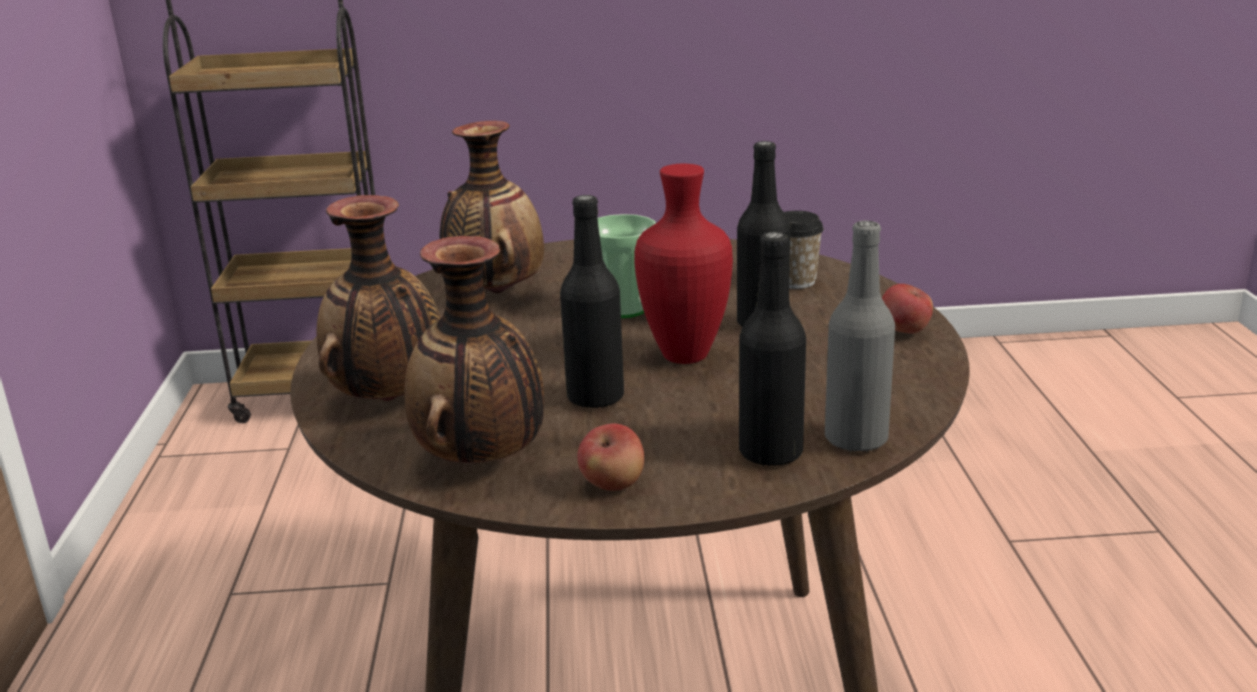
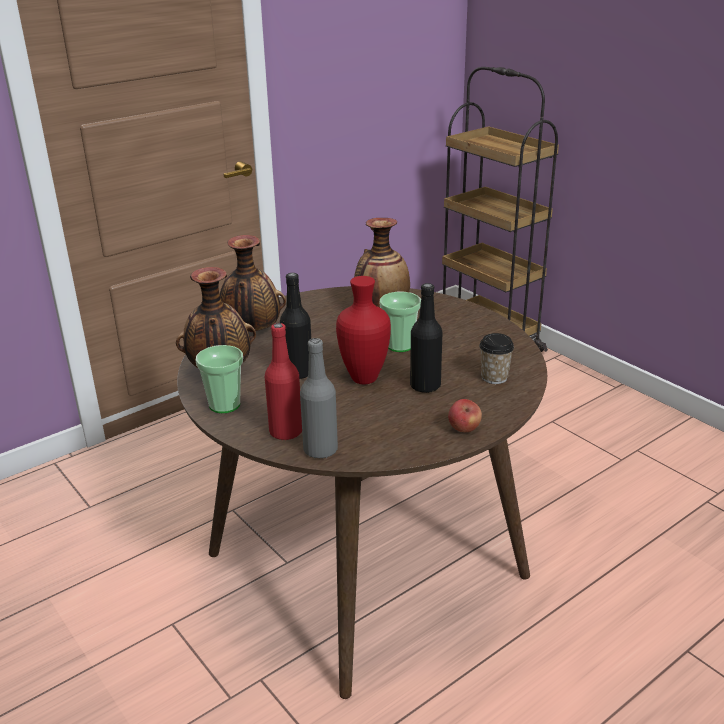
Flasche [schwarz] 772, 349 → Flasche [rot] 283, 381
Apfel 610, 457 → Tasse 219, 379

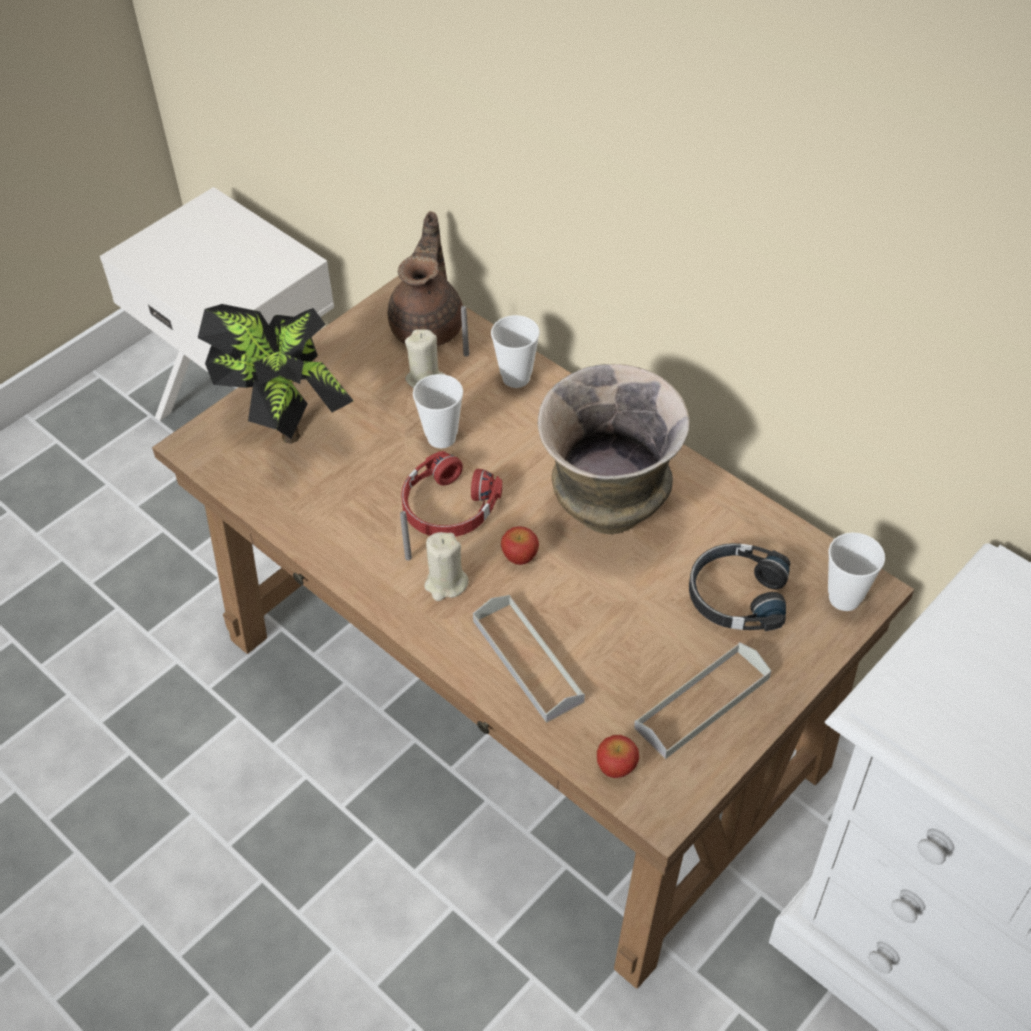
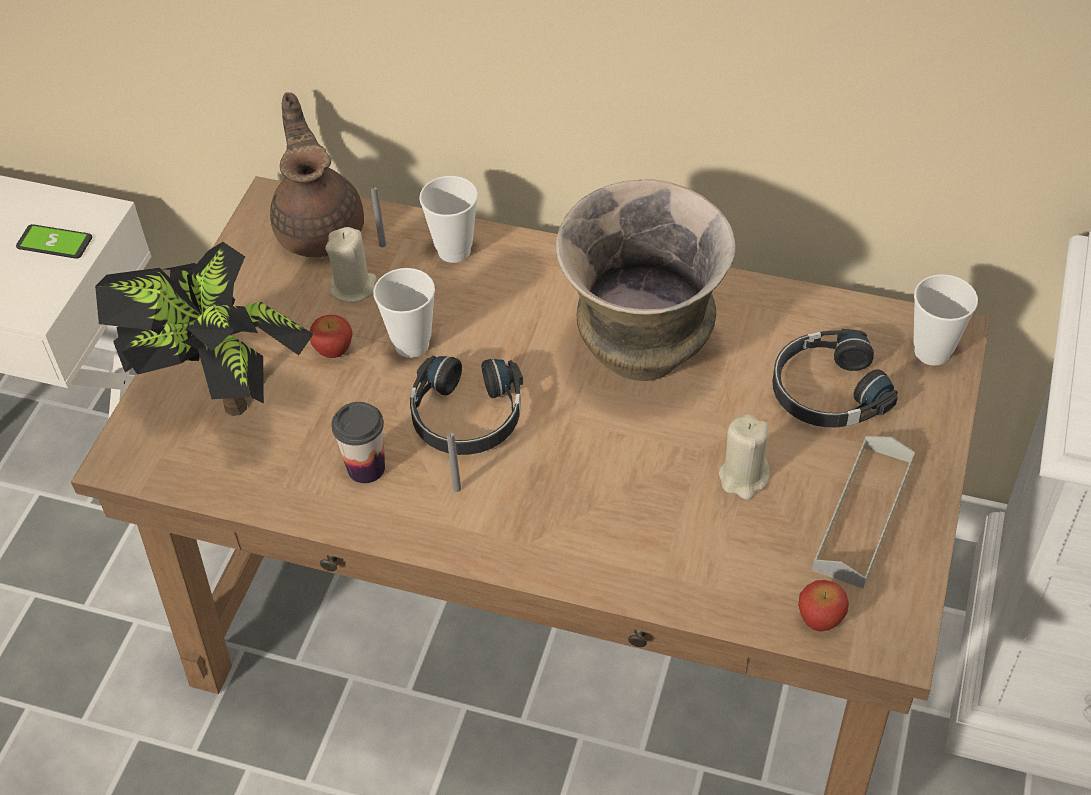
Kopfhörer [rot] 451, 494 → Kopfhörer [schwarz] 466, 405
Apfel 520, 545 → Apfel 331, 336, moved
Kerze [beige] 446, 566 → Kerze [beige] 744, 457, moved
Tablett [grau] 529, 659 → -
- → Handy 54, 241
- → Tasse 358, 442

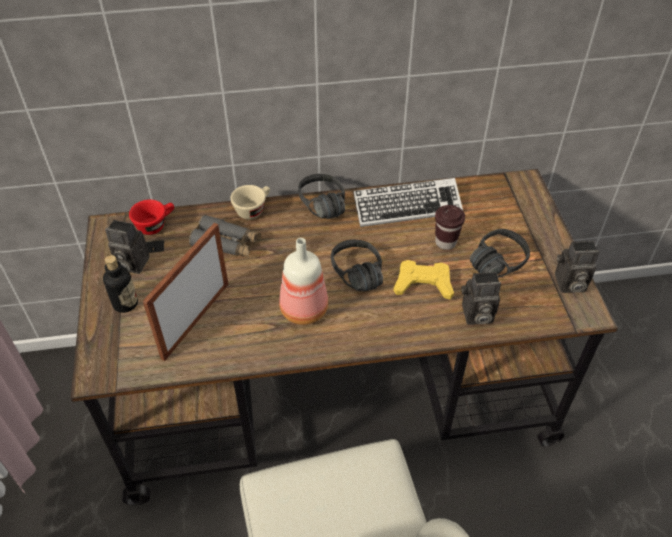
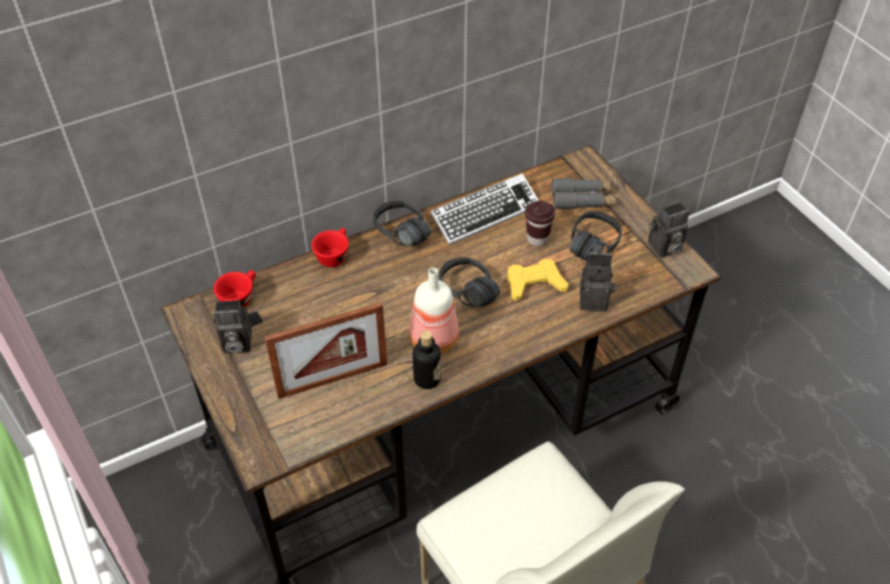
Tasse [beige] 250, 202 → Tasse [rot] 330, 247
Fernglas [grau] 225, 236 → Fernglas [grau] 584, 194, moved
Bilderrahmen 185, 292 → Bilderrahmen 326, 350, 120 degrees counterclockwise
Flasche 120, 284 → Flasche 427, 360, moved
Kamera 481, 298 → Kamera 598, 282, 150 degrees counterclockwise

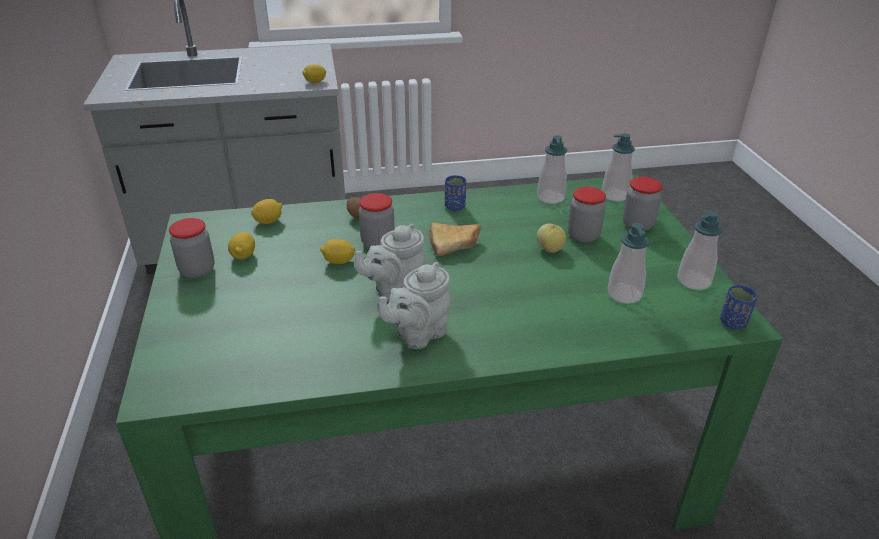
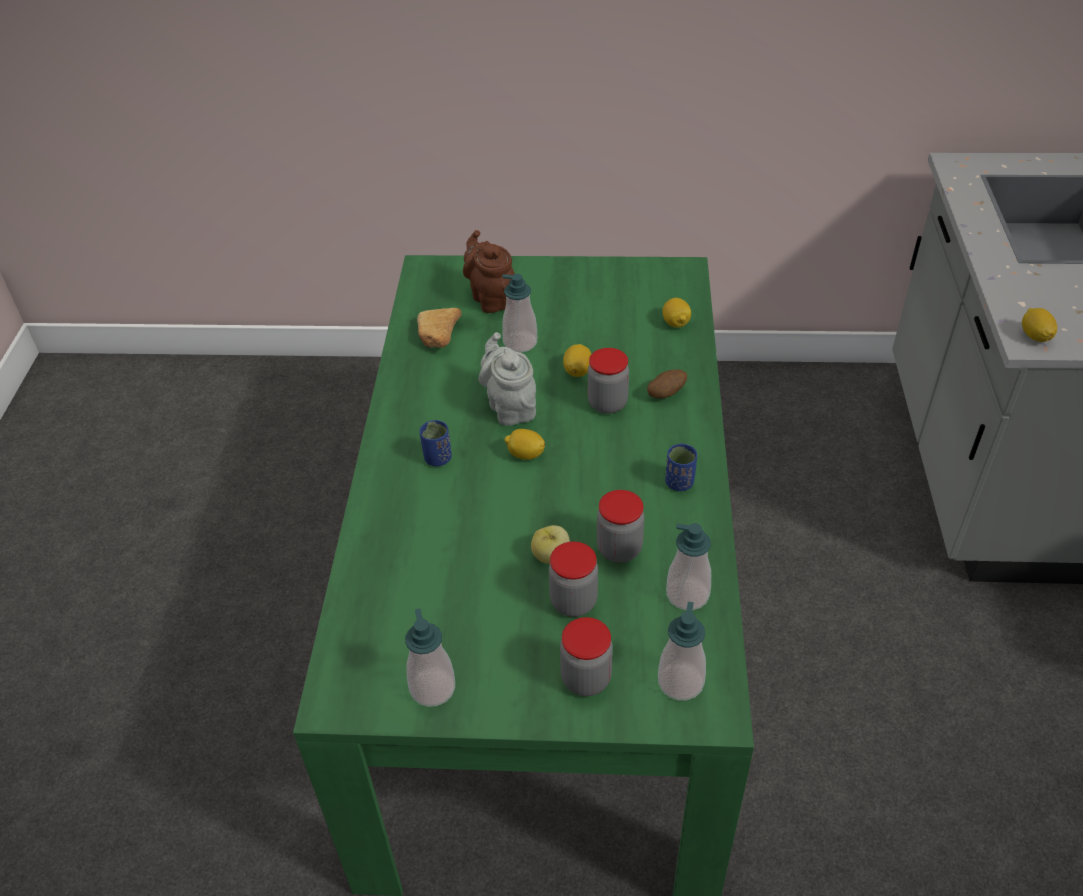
Vorratsglas 192, 248 → Vorratsglas 621, 526, moved
Brot 455, 239 → Brot 439, 328, moved
Seifenspender 628, 263 → Seifenspender 519, 313, moved
Zitrone 241, 245 → Zitrone 524, 444, moved
Teekanne [grau] 415, 305 → -
Tasse [blau] 738, 307 → Tasse [blau] 435, 443, moved
- → Teekanne [braun] 488, 271

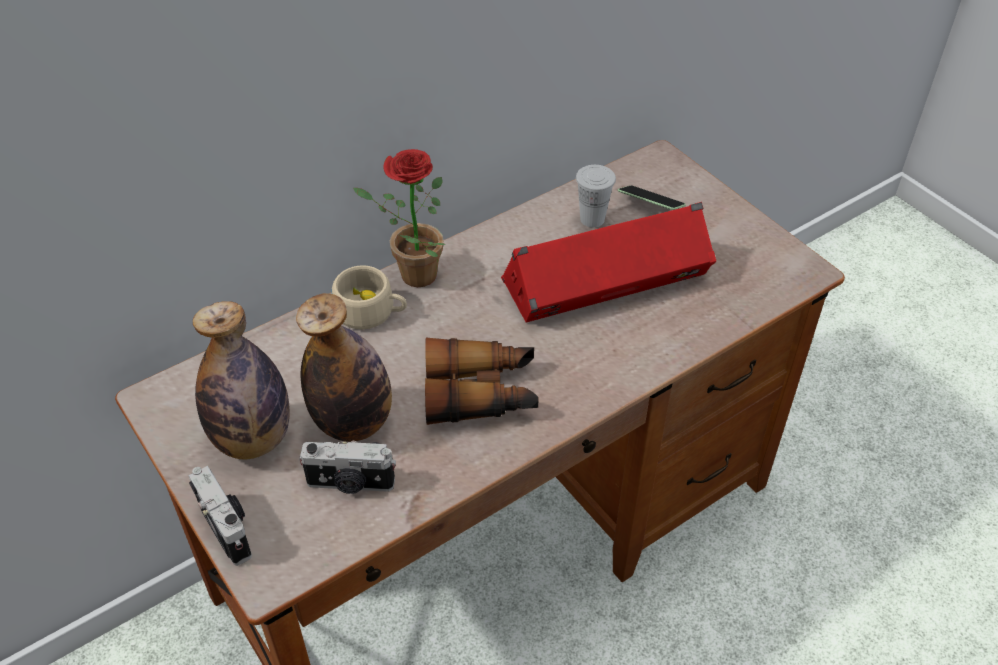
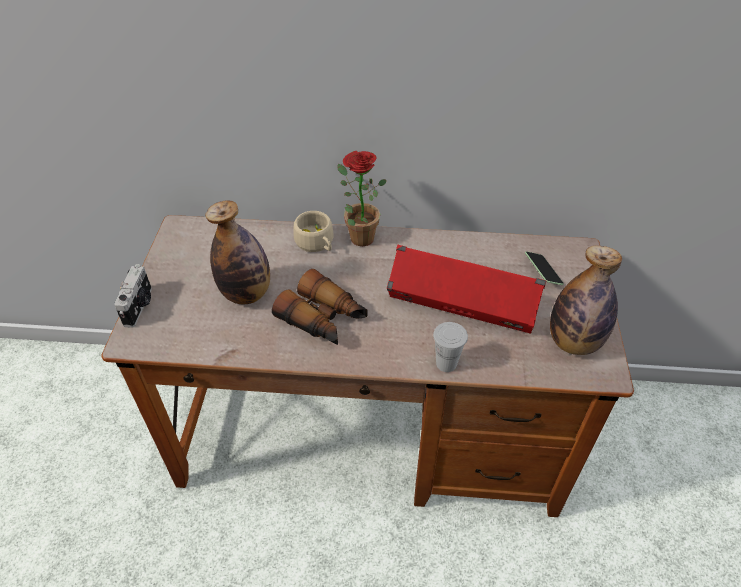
Tasse [weiß] 596, 196 → Tasse [weiß] 450, 347, moved
Flasche 241, 380 → Flasche 586, 300, moved
Kamera 347, 467 → -

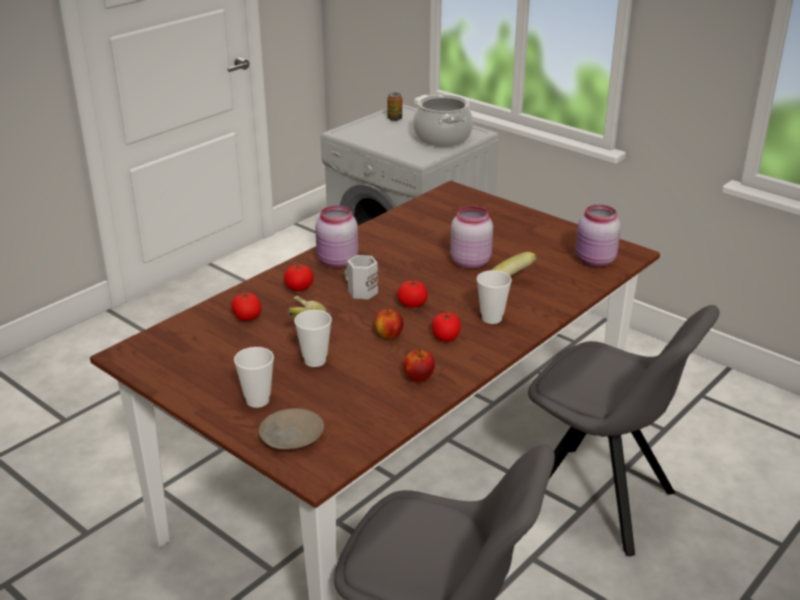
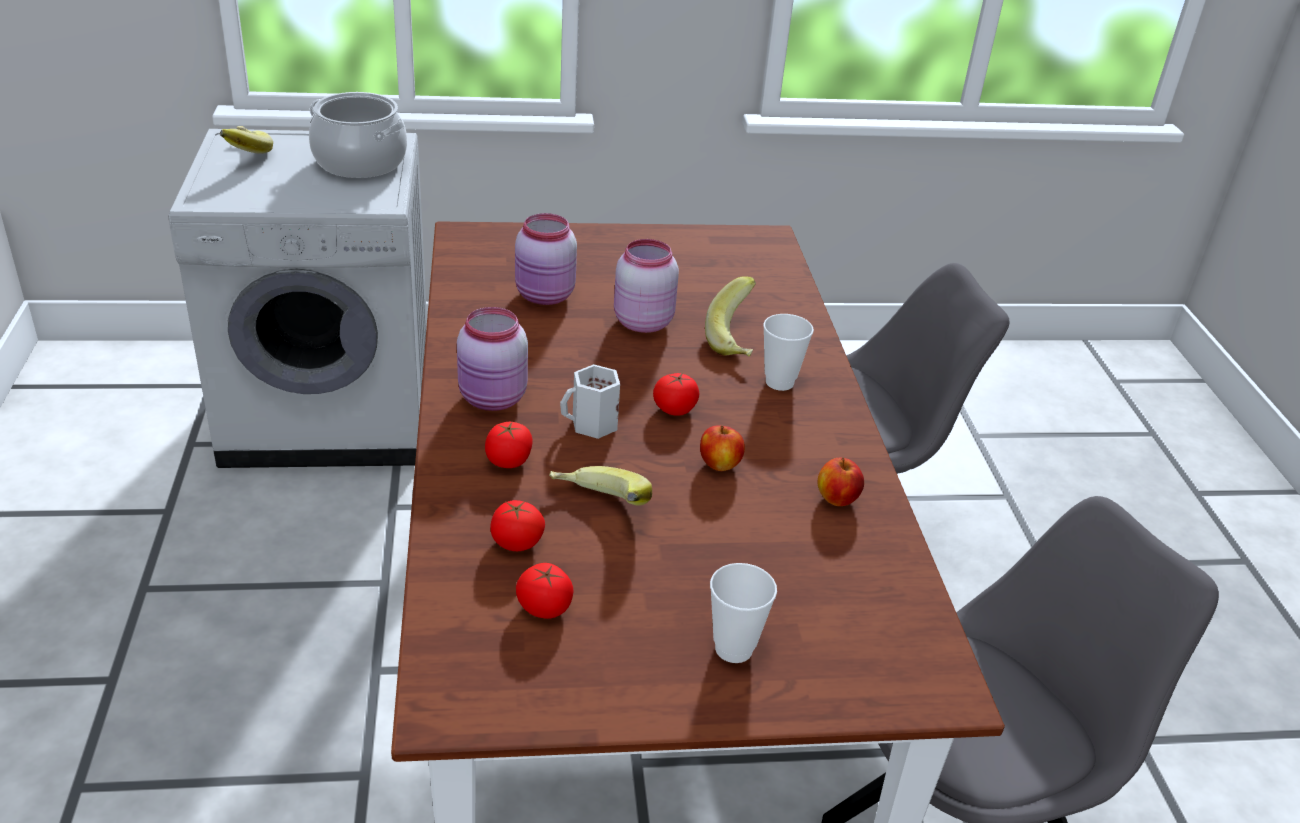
Dose 394, 107 → Banane 246, 140
Vorratsglas [rosa] 598, 236 → Vorratsglas [rosa] 546, 259, moved
Tasse 313, 338 → -
Tomate 446, 327 → Tomate 544, 591, moved
Teller [beige] 291, 429 → -

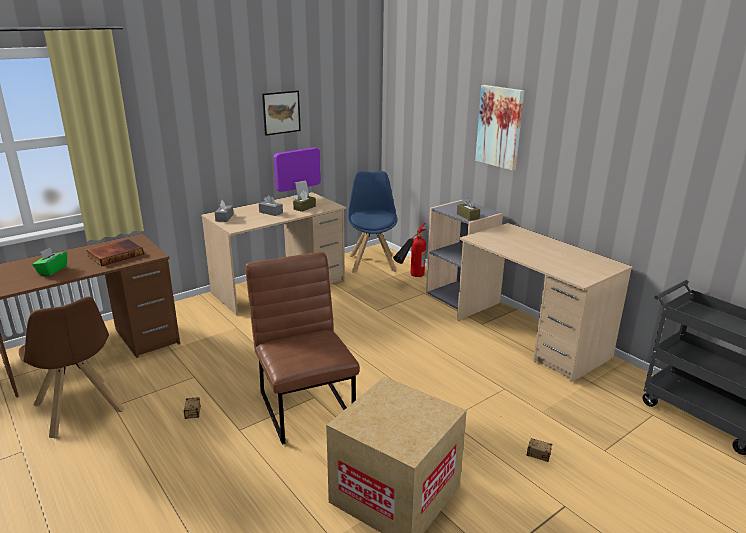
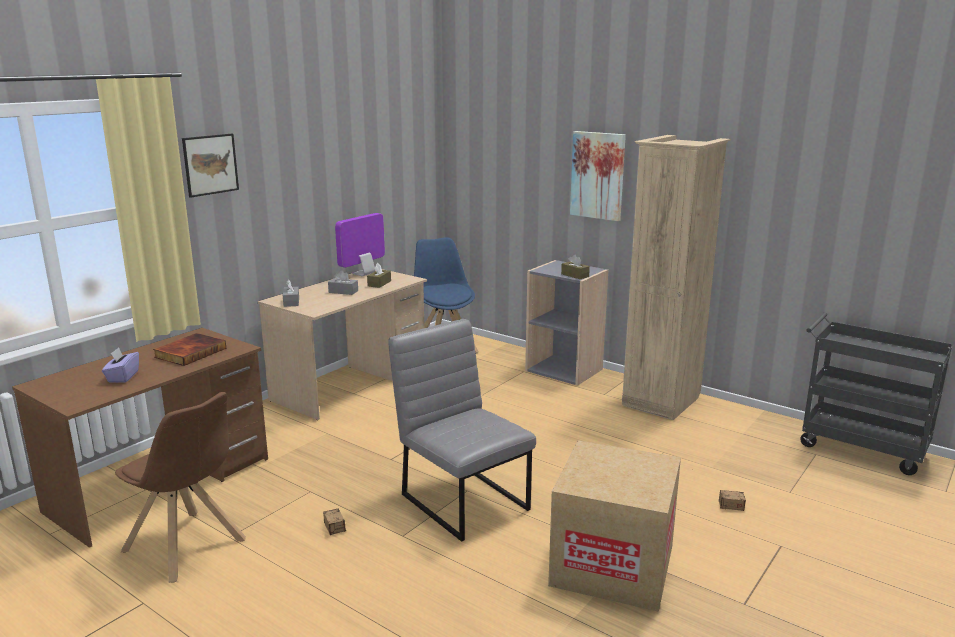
Bild 281, 113 → Bild 210, 166, moved
Feuerlöscher 409, 249 → -
Schreibtisch [beige] 545, 302 → Schrank [beige] 676, 277
Taschentuchbox [grün] 49, 261 → Taschentuchbox [lila] 120, 365
Stuhl [braun] 302, 348 → Stuhl [grau] 462, 430

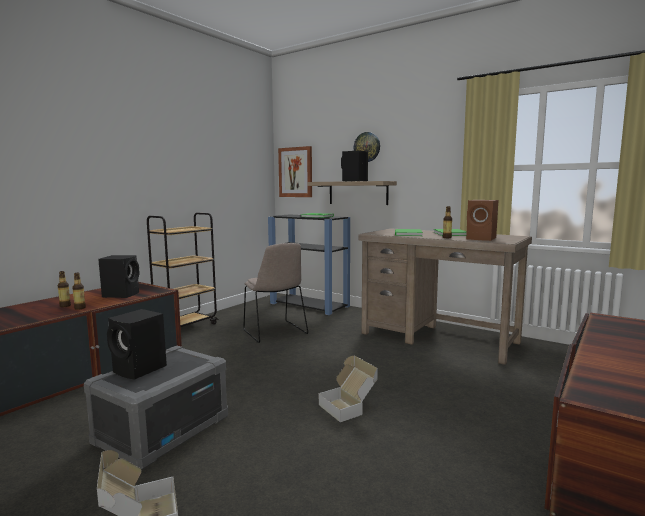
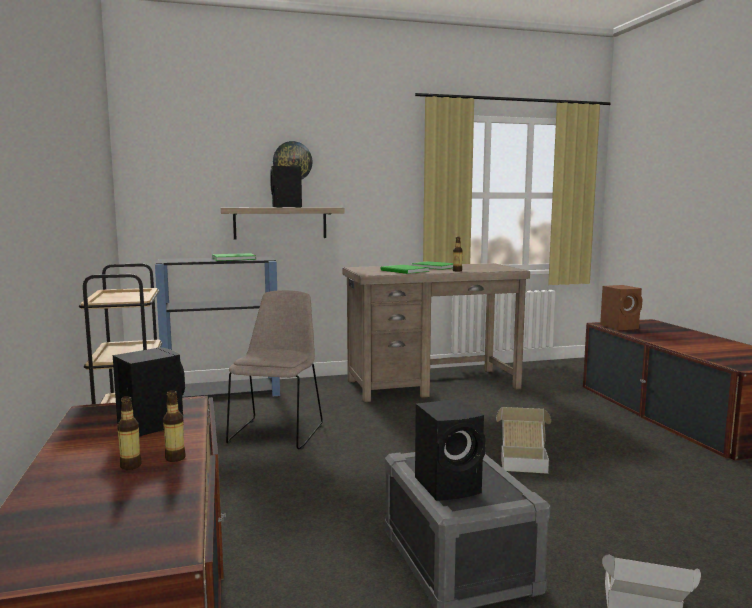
Bild 295, 171 → -
Lautsprecher [braun] 482, 220 → Lautsprecher [braun] 621, 307, moved
Stuhl [beige] 275, 293 → Stuhl [beige] 274, 369, 90 degrees counterclockwise

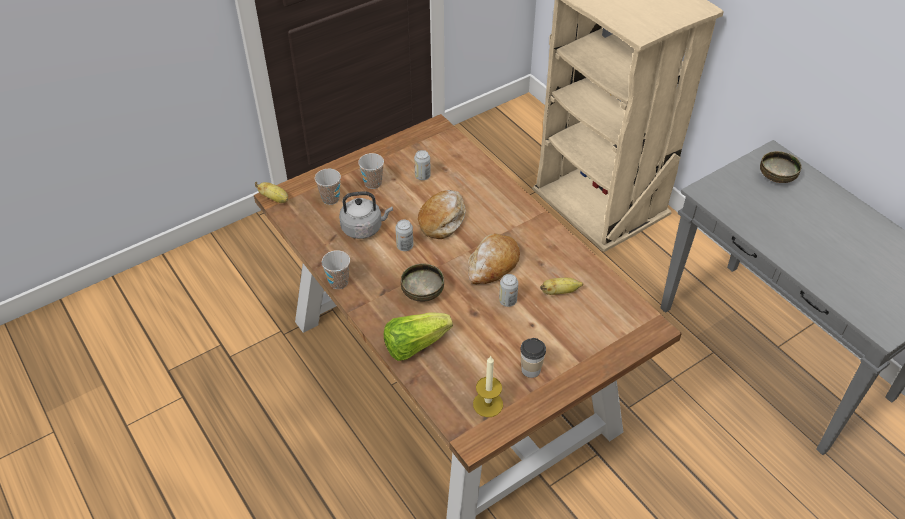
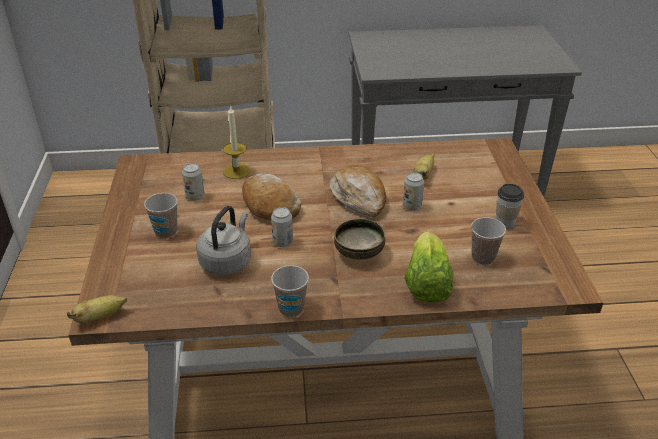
Schüssel 781, 167 → -
Tasse 328, 187 → Tasse 488, 241, moved
Kerze 488, 386 → Kerze 237, 142, moved

